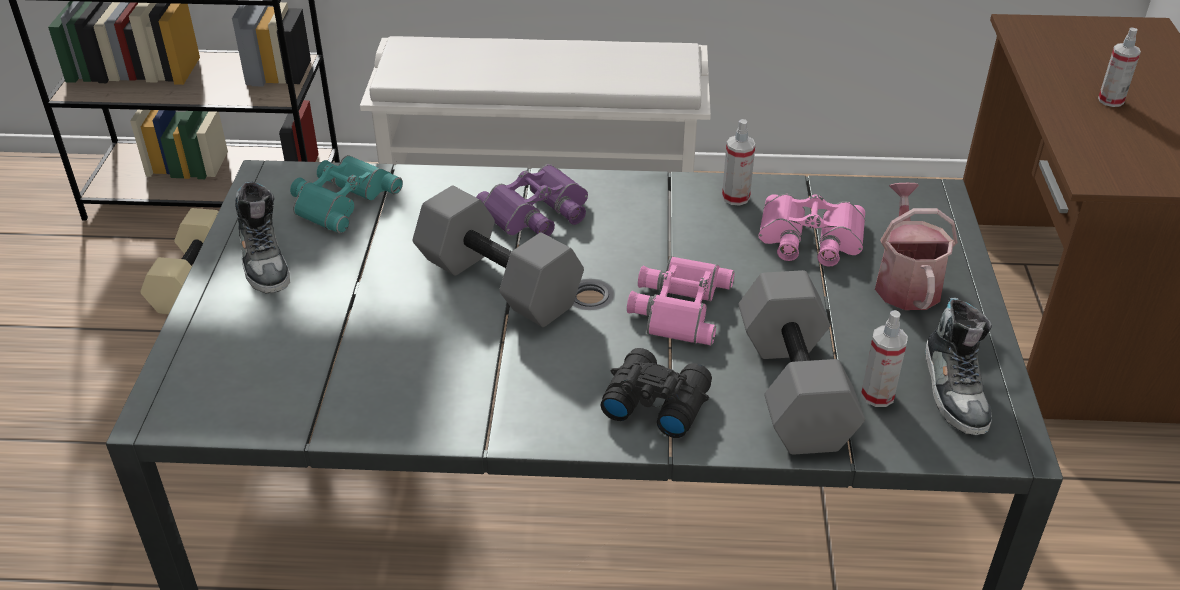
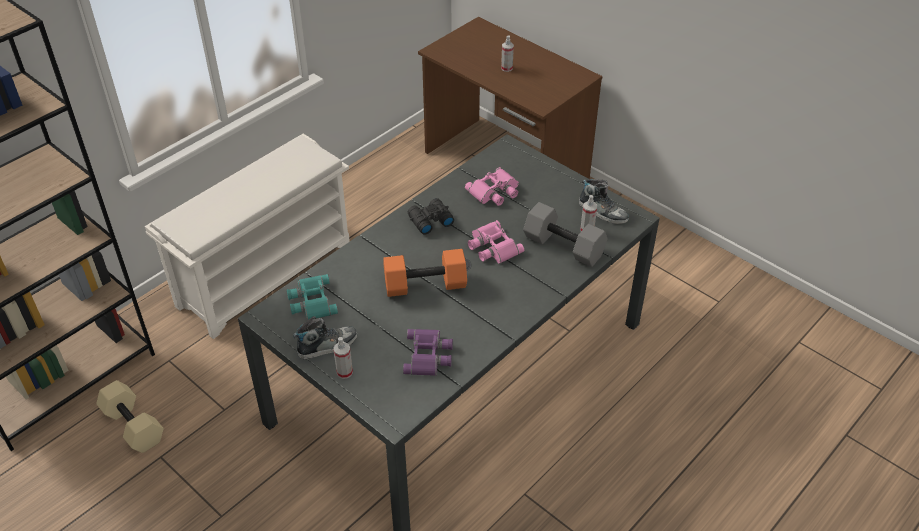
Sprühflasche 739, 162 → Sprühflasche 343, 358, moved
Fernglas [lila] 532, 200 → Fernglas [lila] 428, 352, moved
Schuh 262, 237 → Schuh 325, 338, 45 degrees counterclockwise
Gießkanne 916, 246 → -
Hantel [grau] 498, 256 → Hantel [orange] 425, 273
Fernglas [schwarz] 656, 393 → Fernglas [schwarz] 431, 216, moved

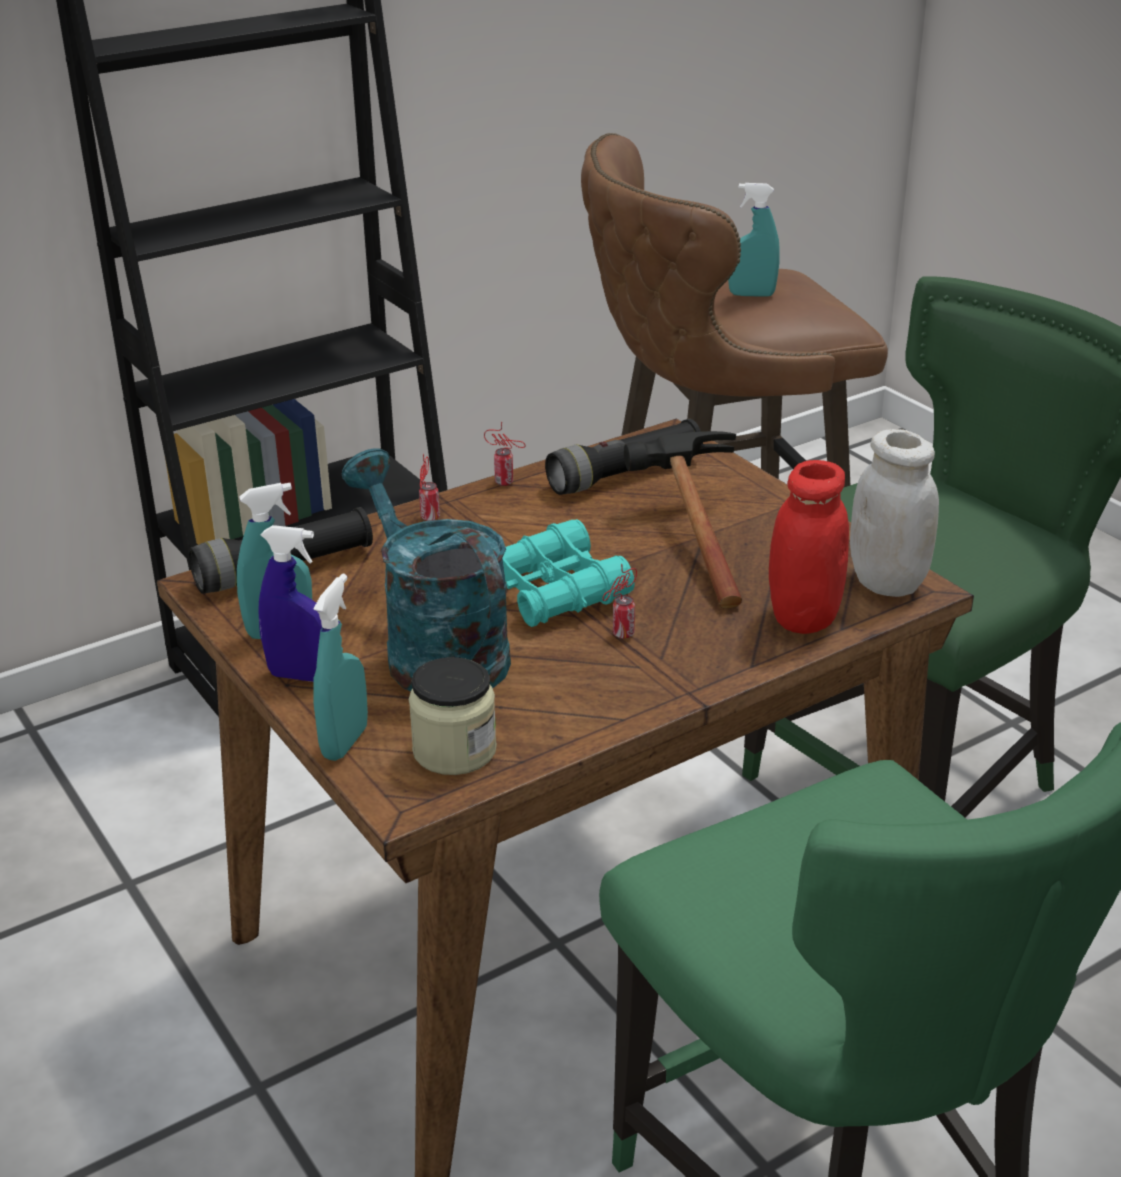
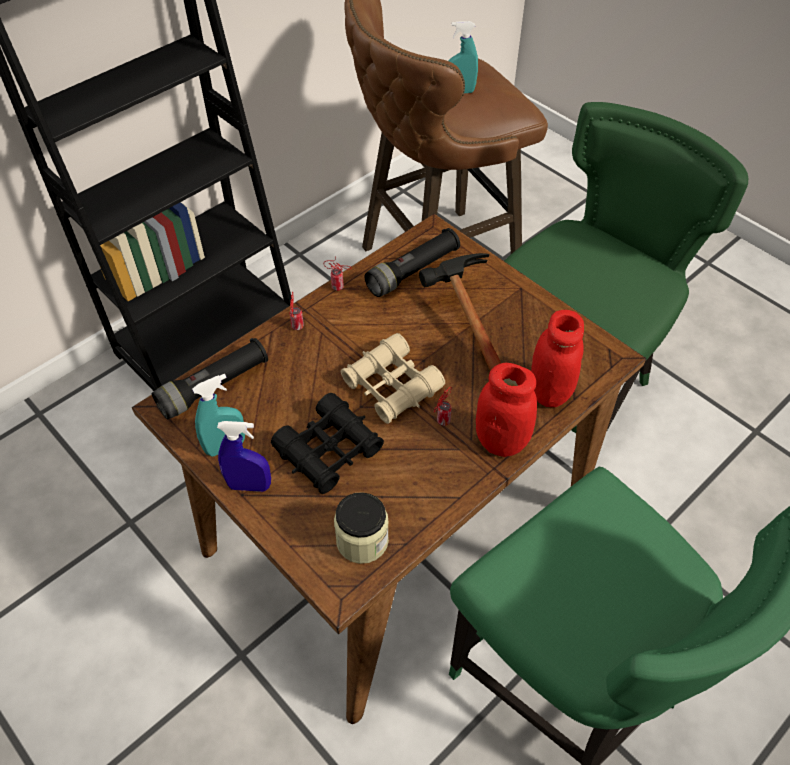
Vorratsglas [weiß] 894, 513 → -
Gießkanne [türkis] 426, 569 → Fernglas [schwarz] 327, 443
Fernglas [türkis] 568, 573 → Fernglas [beige] 393, 378
Sprühflasche [türkis] 340, 667 → -
- → Vorratsglas [rot] 506, 410

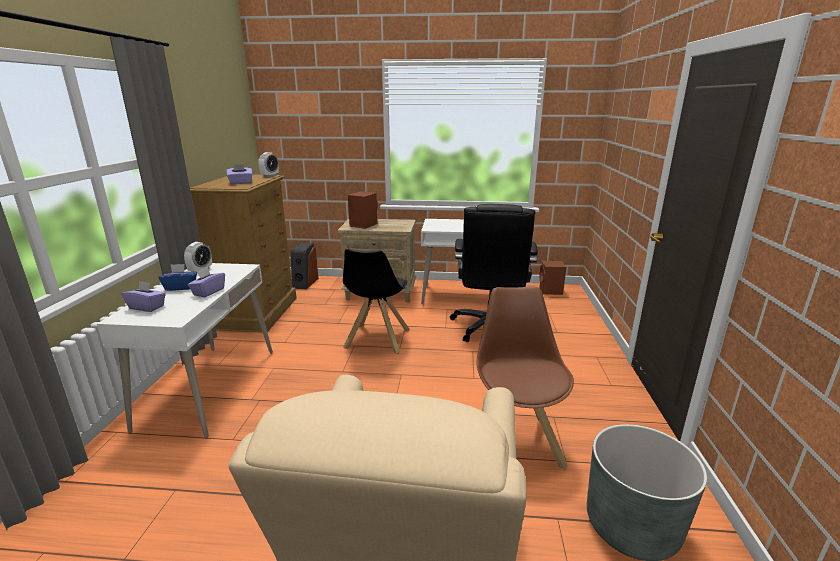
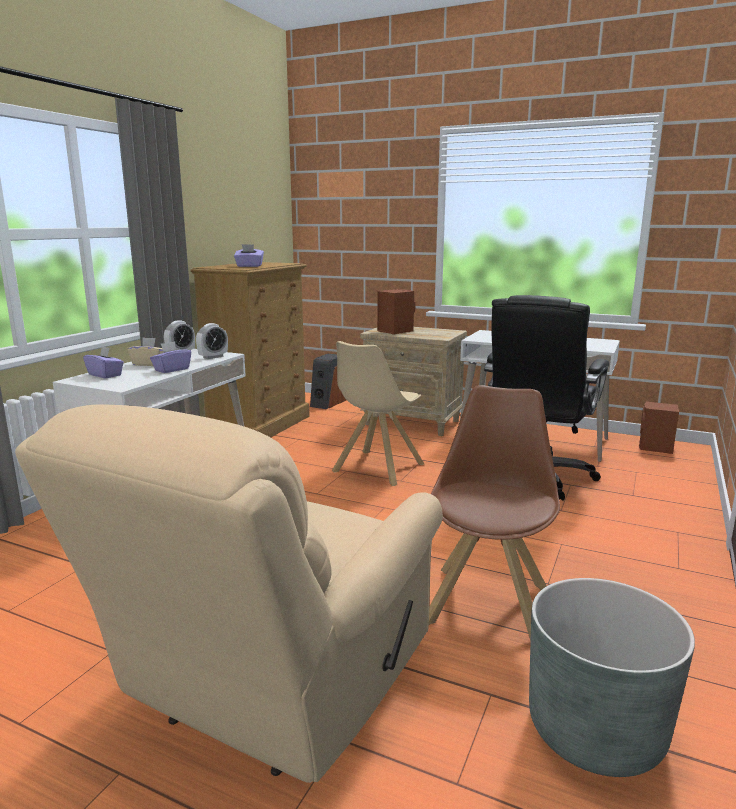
Wecker 268, 164 → Wecker 212, 341, moved
Stuhl [schwarz] 376, 301 → Stuhl [beige] 378, 413
Taschentuchbox [blau] 177, 277 → Taschentuchbox [beige] 145, 352

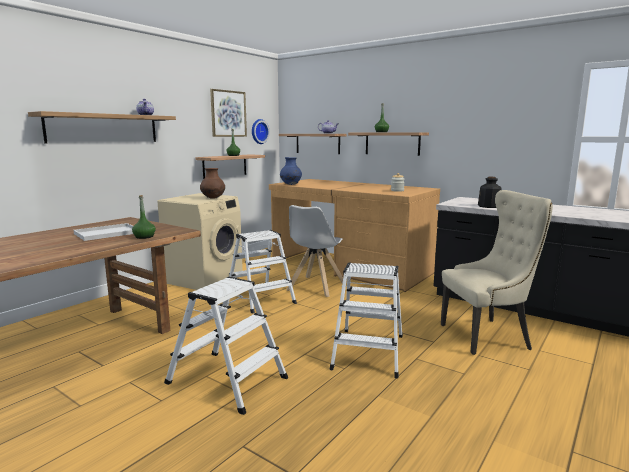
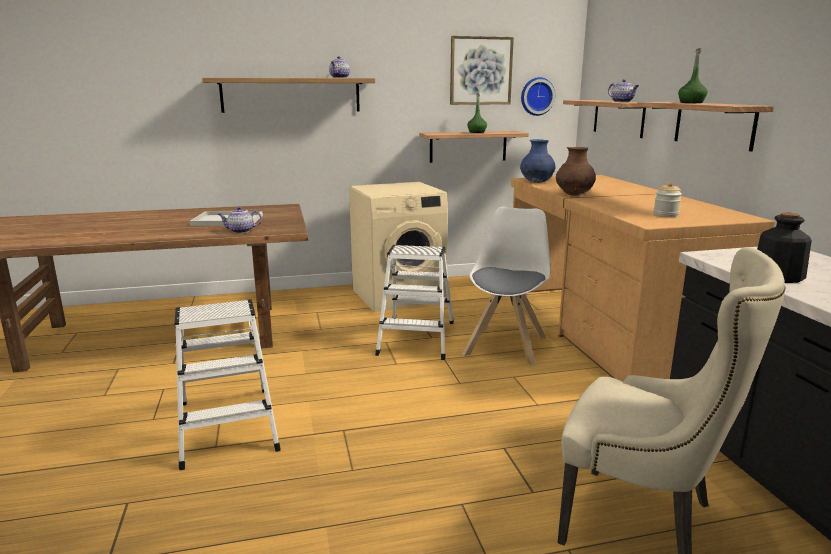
Vase [braun] 212, 183 → Vase [braun] 576, 171, moved
Flasche [grün] 144, 217 → Teekanne 240, 220
Stuhl 314, 251 → Stuhl 507, 286, 135 degrees clockwise
Trittleiter [weiß] 366, 320 → -

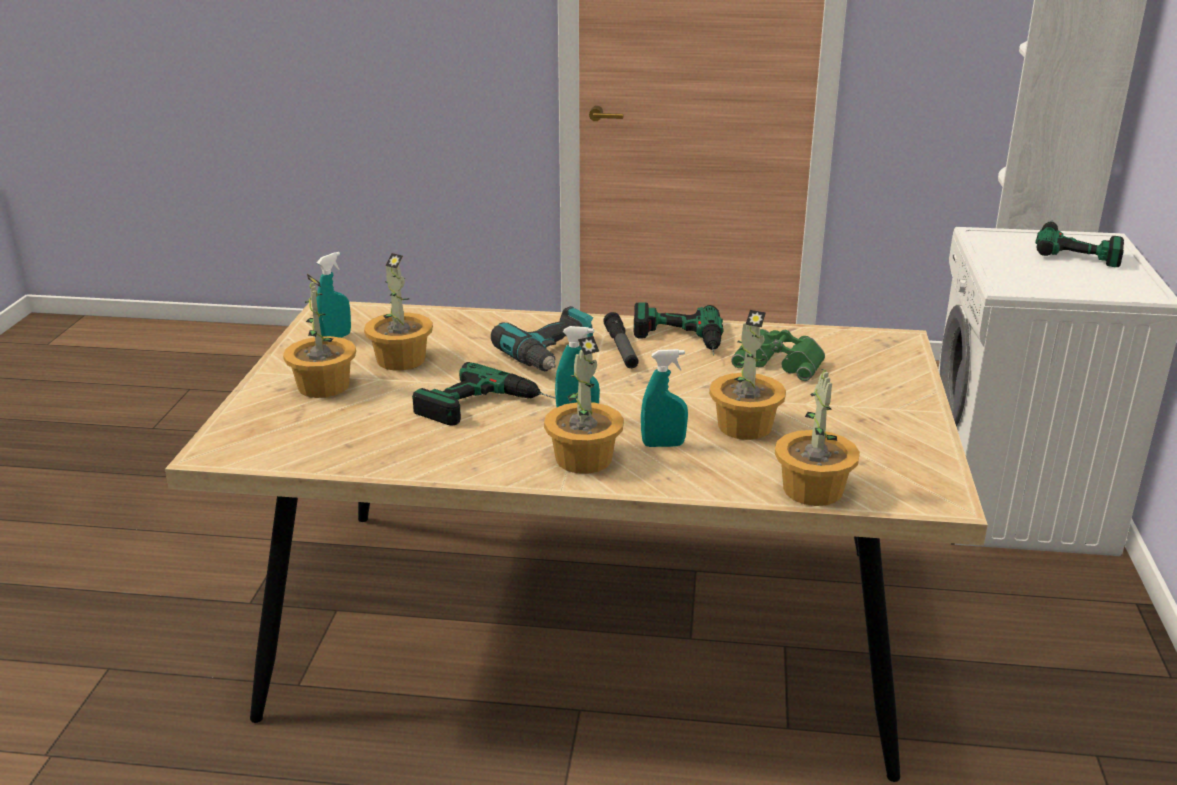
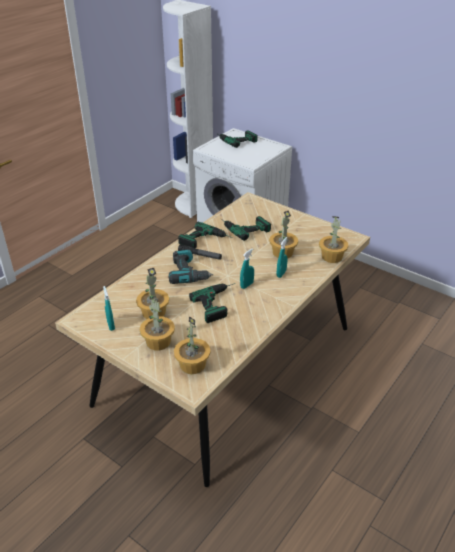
Fernglas [grün] 778, 355 → Bohrmaschine 245, 228
Topfpflanze 584, 405 → Topfpflanze 192, 345, moved

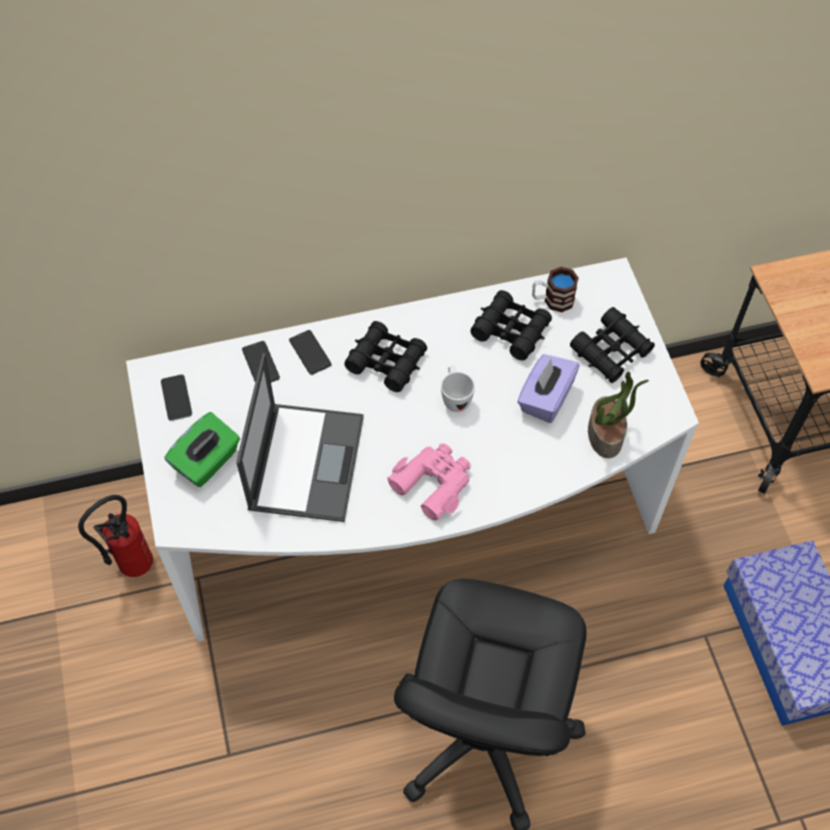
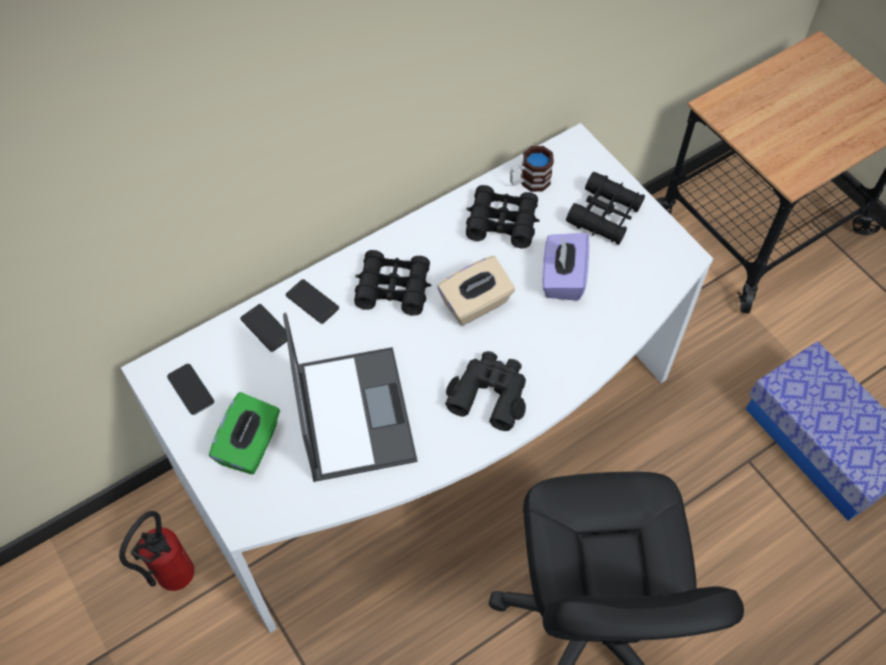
Henkelbecher [weiß] 458, 389 → Taschentuchbox [beige] 476, 290
Topfpflanze 618, 415 → -
Fernglas [rosa] 429, 482 → Fernglas [schwarz] 485, 391

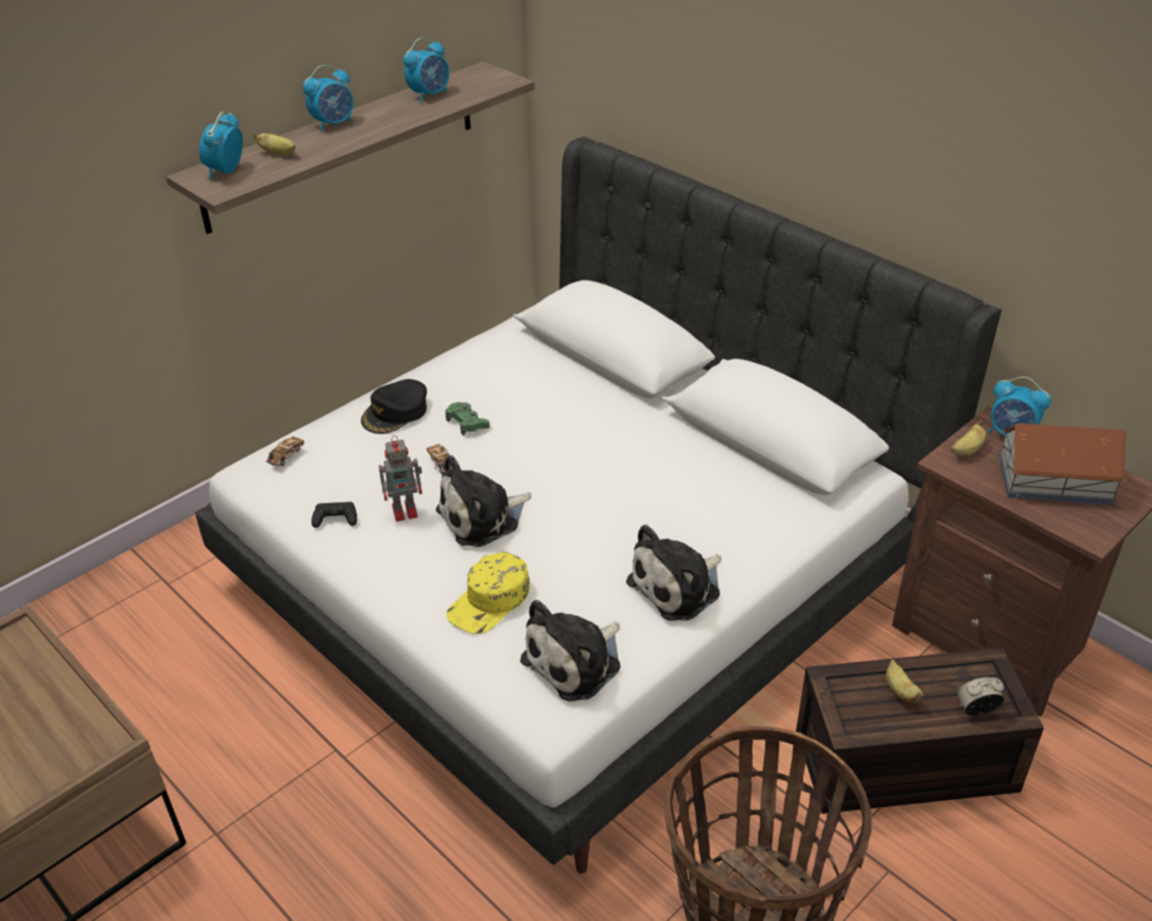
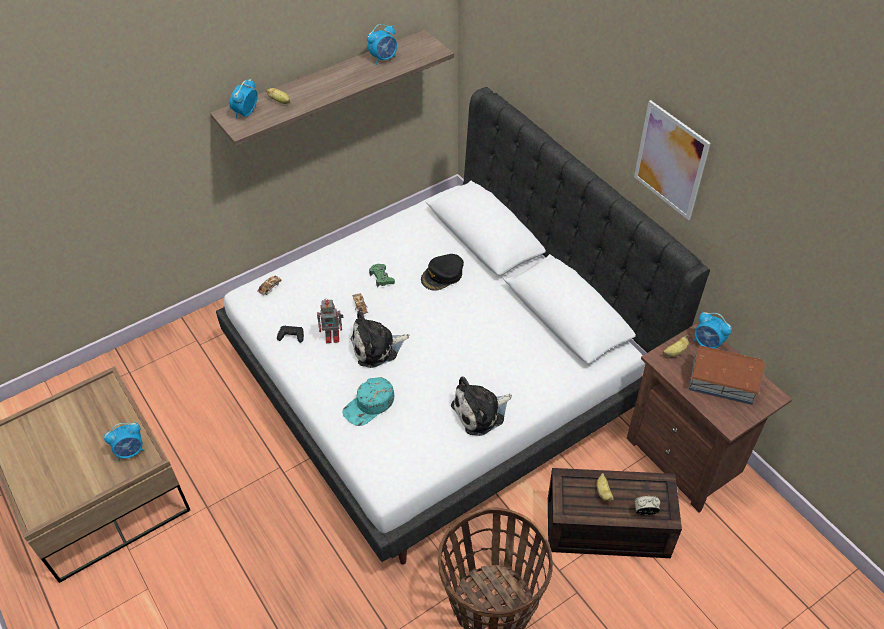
Wecker 328, 98 → Wecker 124, 441, moved
Kappe [schwarz] 394, 406 → Kappe [schwarz] 442, 272, moved
Kappe [gelb] 488, 593 → Kappe [türkis] 368, 401
Plüschtier 570, 650 → -
- → Bild 672, 160

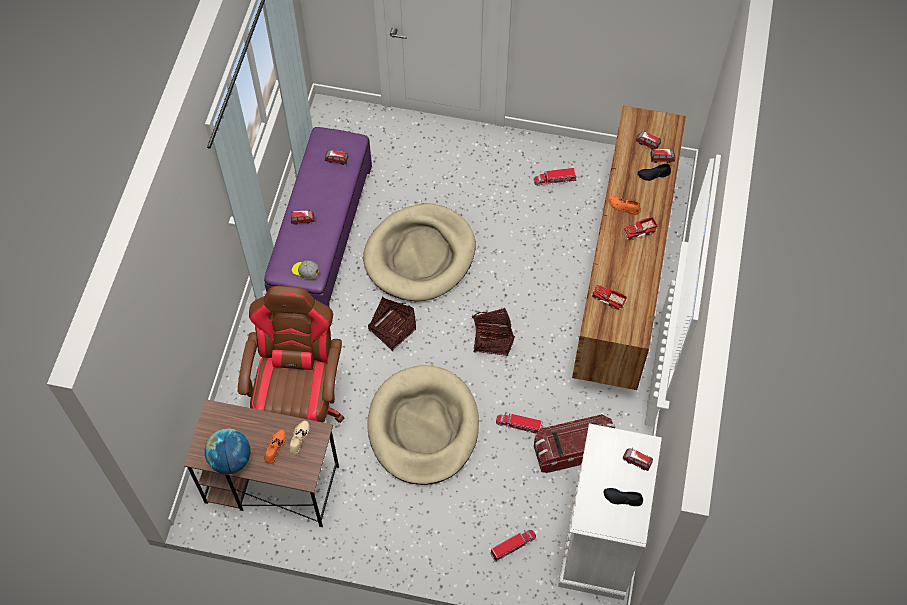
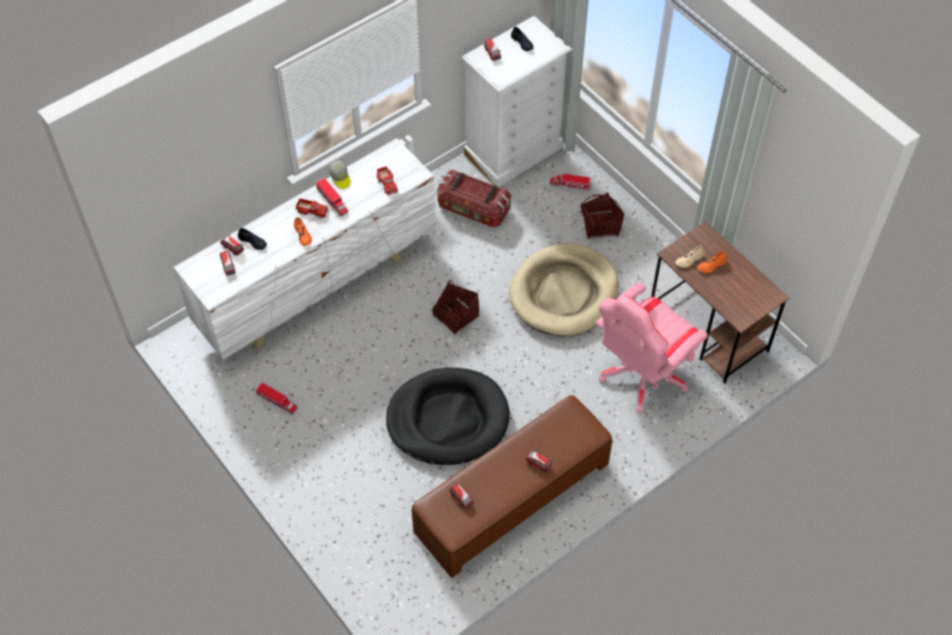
Schrank [braun] 629, 247 → Schrank [weiß] 304, 249
Bank [lila] 318, 217 → Bank [braun] 512, 486
Hundebett [beige] 419, 252 → Hundebett [schwarz] 448, 416
Kappe 306, 269 → Kappe 340, 175, moved
Bürostuhl [braun] 291, 354 → Bürostuhl [rosa] 652, 348
Korb 392, 324 → Korb 602, 215, moved
Spielzeuglaster 519, 423 → Spielzeuglaster 332, 197, moved
Globus 227, 451 → -

